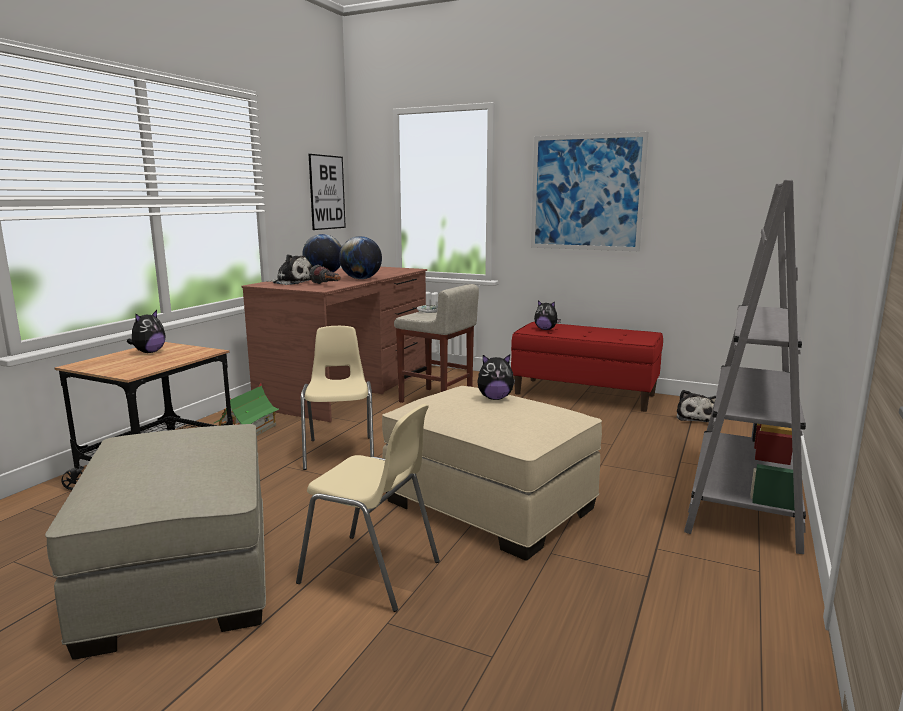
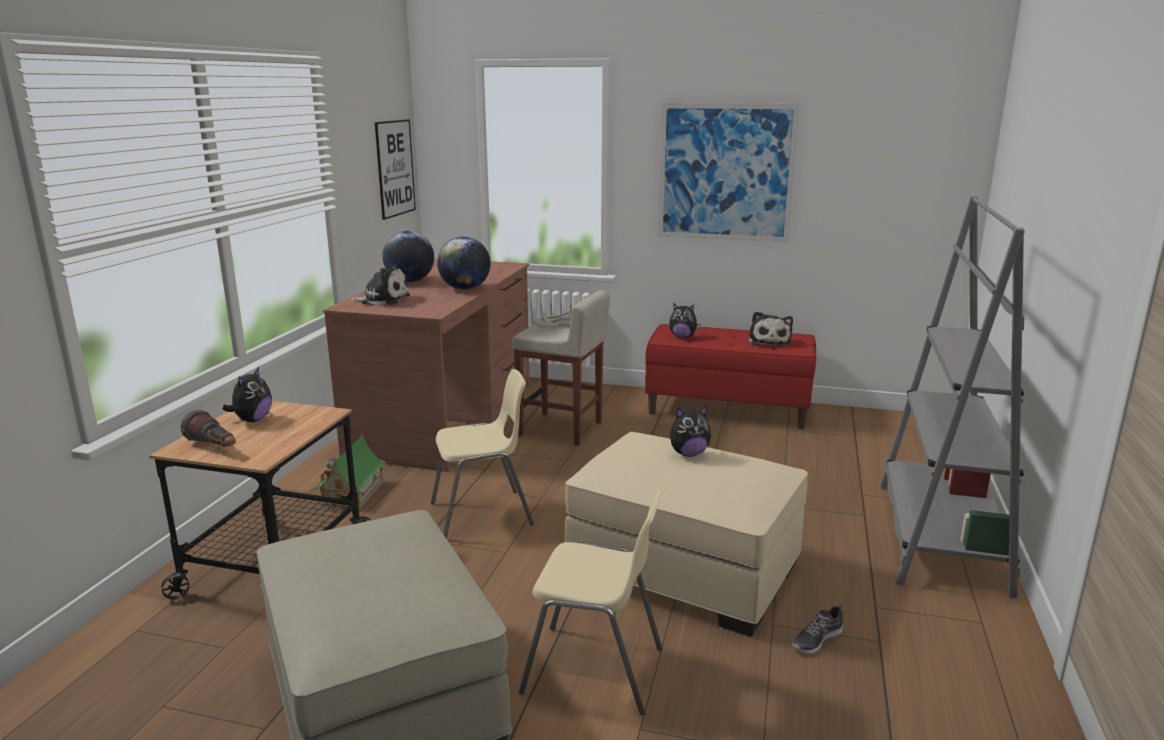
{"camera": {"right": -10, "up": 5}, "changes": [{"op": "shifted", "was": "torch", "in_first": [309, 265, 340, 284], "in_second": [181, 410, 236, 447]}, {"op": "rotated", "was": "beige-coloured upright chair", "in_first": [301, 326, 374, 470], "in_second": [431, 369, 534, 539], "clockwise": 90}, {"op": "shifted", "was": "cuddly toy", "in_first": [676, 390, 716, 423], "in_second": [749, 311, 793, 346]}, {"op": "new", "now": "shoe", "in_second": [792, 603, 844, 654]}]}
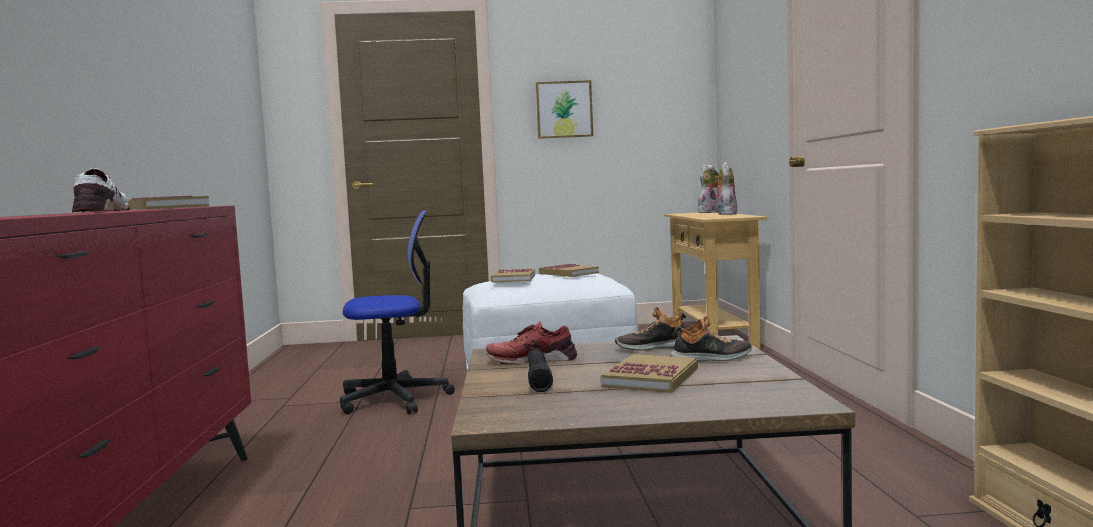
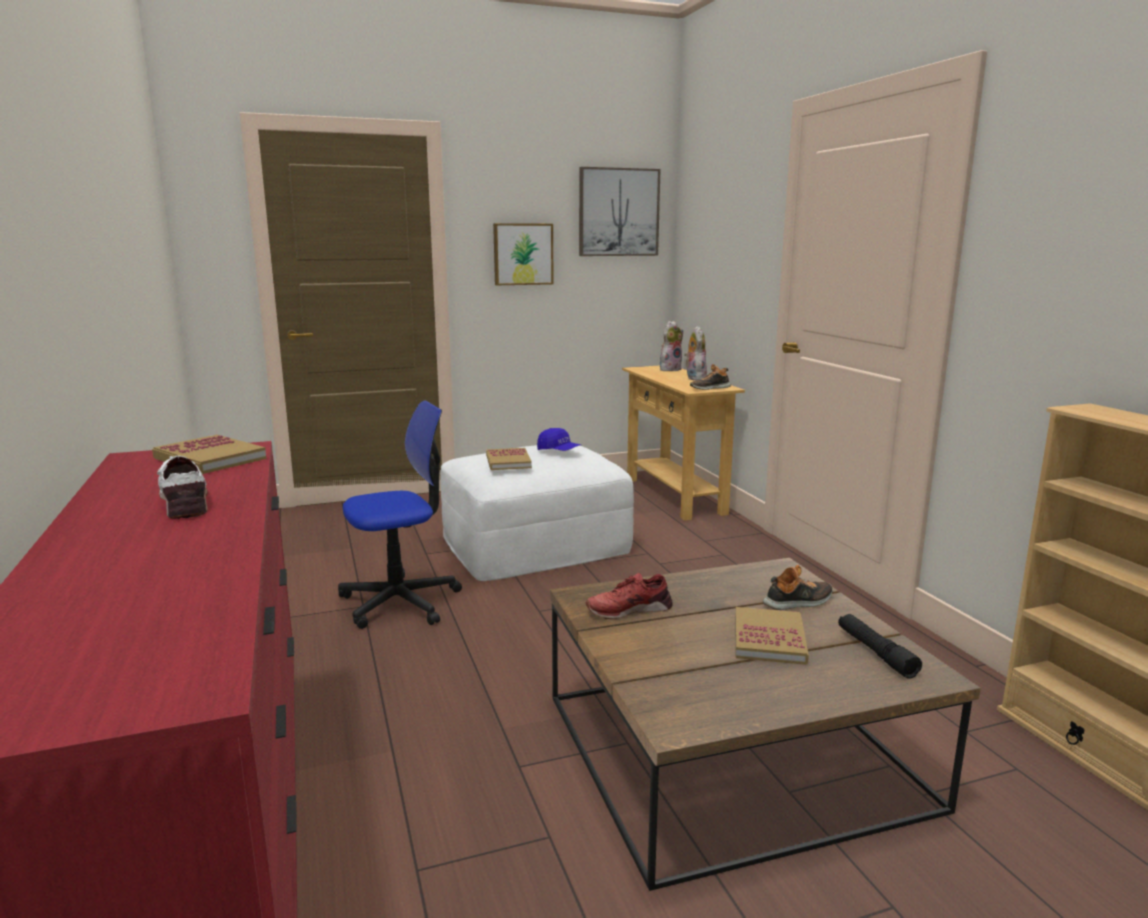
{"camera": {"right": -15, "up": 10}, "changes": [{"op": "swapped", "was": "bound book", "now": "blue baseball cap", "in_first": [539, 264, 599, 277], "in_second": [537, 428, 581, 451]}, {"op": "new", "now": "picture", "in_second": [579, 167, 661, 256]}, {"op": "shifted", "was": "shoe", "in_first": [615, 307, 686, 351], "in_second": [690, 364, 731, 390]}, {"op": "shifted", "was": "blackish torch", "in_first": [528, 349, 553, 392], "in_second": [838, 614, 922, 679]}]}
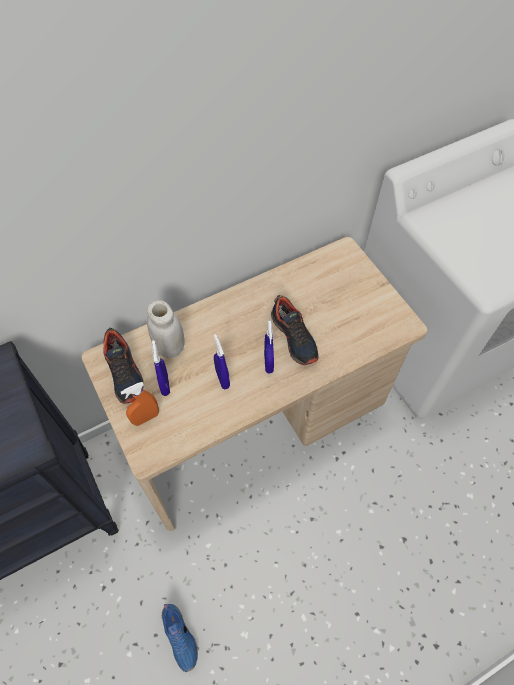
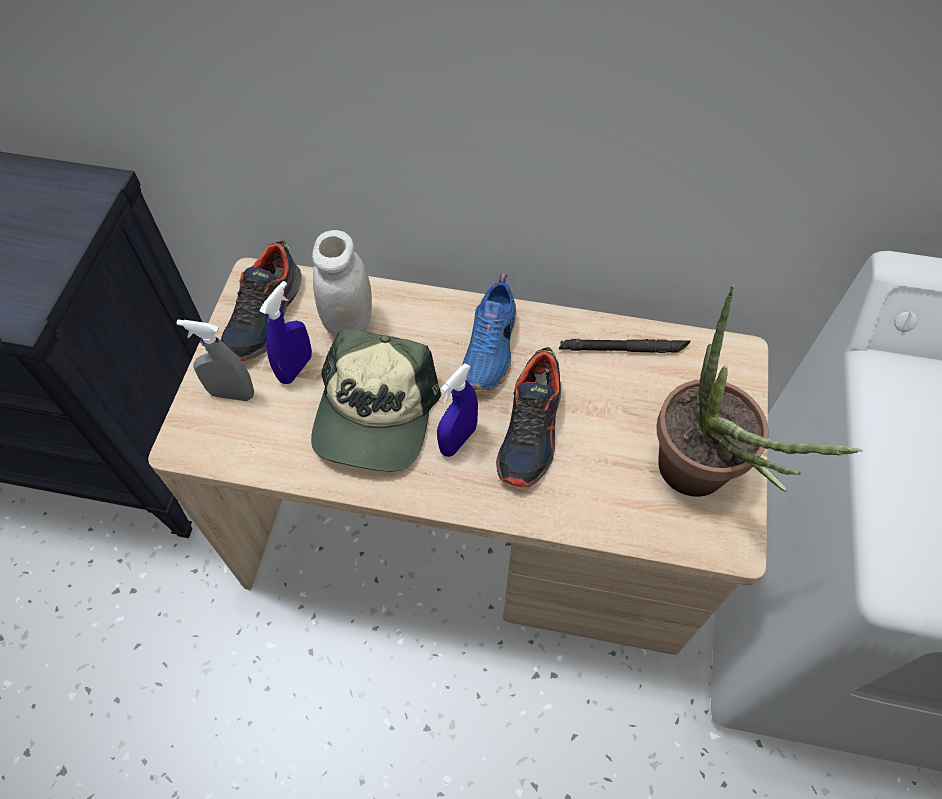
{"camera": {"right": 40, "up": 0}, "changes": [{"op": "repainted", "was": "orange spray bottle", "now": "greyish spray bottle", "in_first": [121, 382, 159, 426], "in_second": [177, 320, 254, 401]}, {"op": "swapped", "was": "blue spray bottle", "now": "baseball cap", "in_first": [214, 334, 230, 389], "in_second": [311, 329, 441, 472]}, {"op": "shifted", "was": "blue shoe", "in_first": [161, 604, 198, 672], "in_second": [462, 273, 516, 391]}, {"op": "new", "now": "blackish torch", "in_second": [559, 339, 690, 353]}, {"op": "new", "now": "potted plant", "in_second": [656, 285, 863, 497]}]}
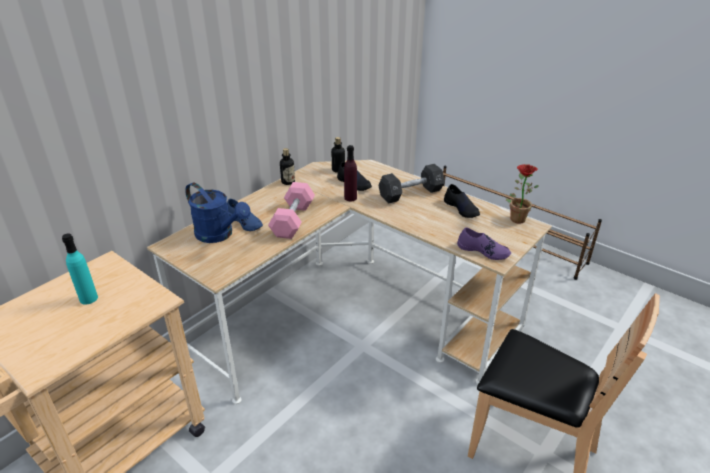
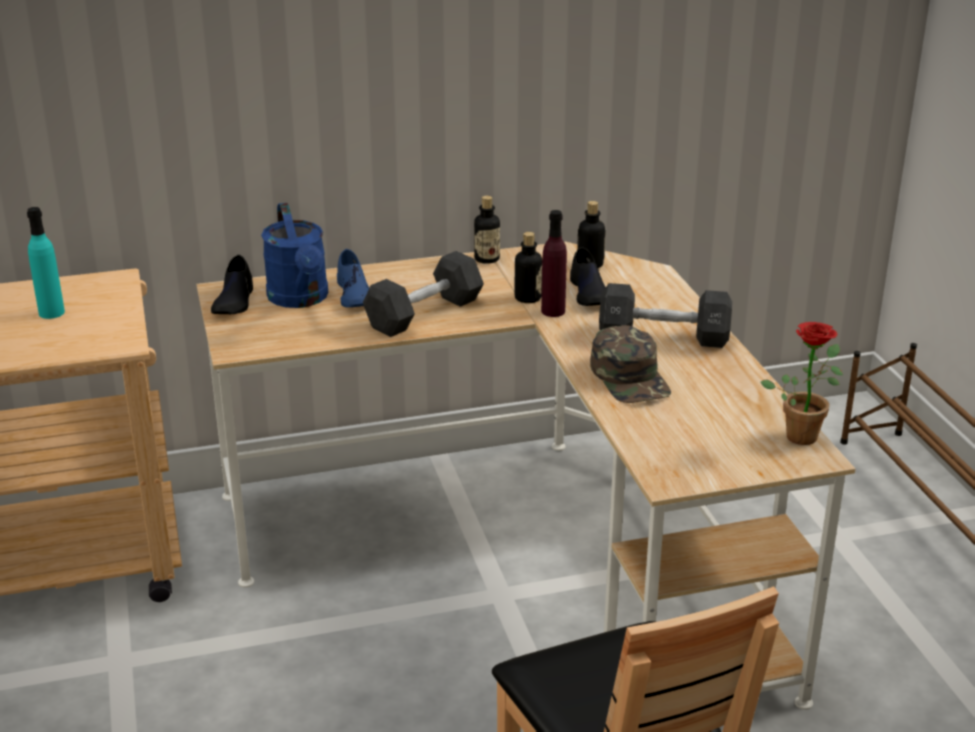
{"camera": {"right": 35, "up": -5}, "changes": [{"op": "shifted", "was": "blackish shoe", "in_first": [444, 184, 480, 218], "in_second": [211, 255, 253, 314]}, {"op": "repainted", "was": "pink-coloured hand weight", "now": "blackish hand weight", "in_first": [268, 182, 315, 239], "in_second": [363, 251, 484, 337]}, {"op": "new", "now": "drink bottle", "in_second": [514, 232, 542, 303]}, {"op": "new", "now": "greenish baseball cap", "in_second": [590, 325, 671, 403]}, {"op": "gone", "was": "purplish shoe", "in_first": [457, 227, 511, 260]}]}
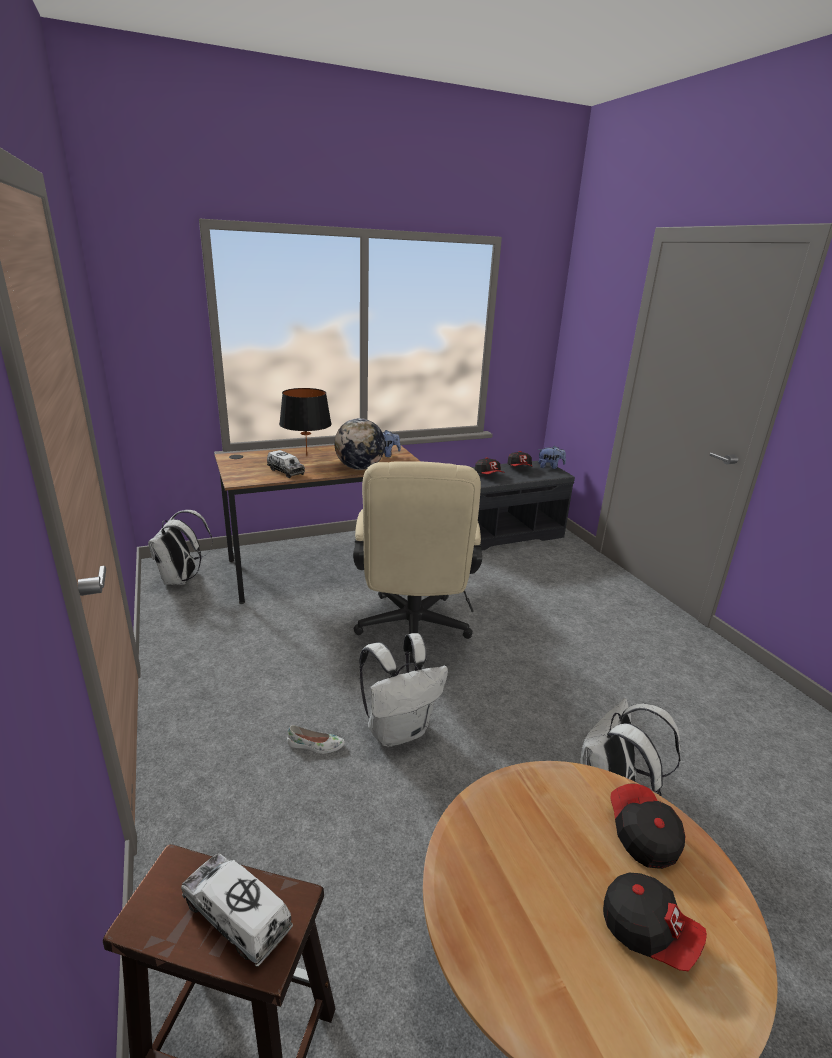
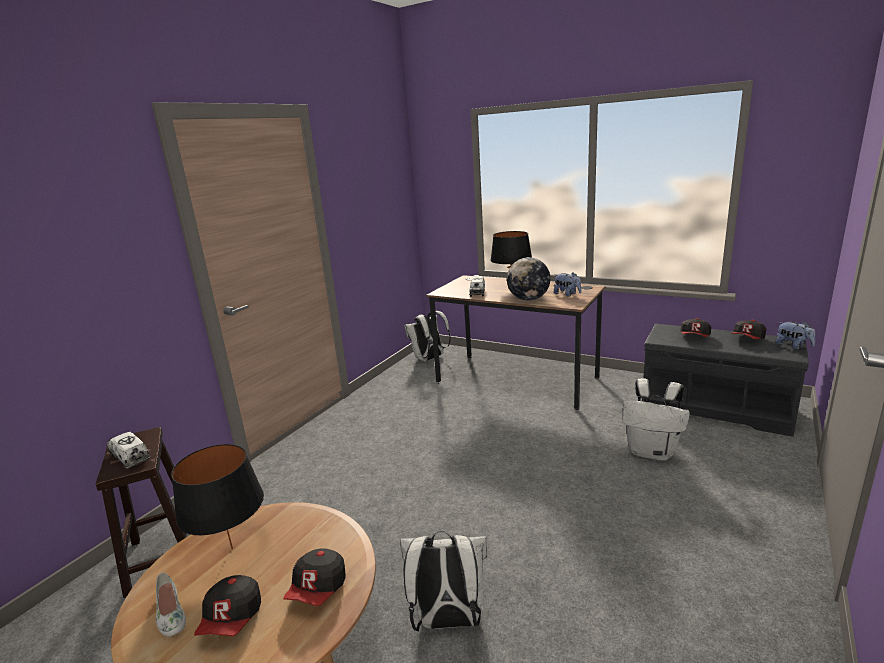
{"camera": {"right": 55, "up": -5}, "changes": [{"op": "rotated", "was": "toy lorry", "in_first": [181, 853, 293, 967], "in_second": [107, 432, 151, 469], "clockwise": -45}, {"op": "shifted", "was": "white shoe", "in_first": [287, 725, 345, 754], "in_second": [156, 572, 186, 637]}, {"op": "new", "now": "blackish lamp for a table", "in_second": [171, 444, 264, 550]}, {"op": "rotated", "was": "baseball cap", "in_first": [610, 783, 685, 869], "in_second": [283, 548, 346, 606], "clockwise": 150}, {"op": "shifted", "was": "white rucksack", "in_first": [359, 633, 448, 747], "in_second": [622, 378, 690, 461]}, {"op": "gone", "was": "beige-coloured office chair", "in_first": [353, 461, 482, 663]}]}
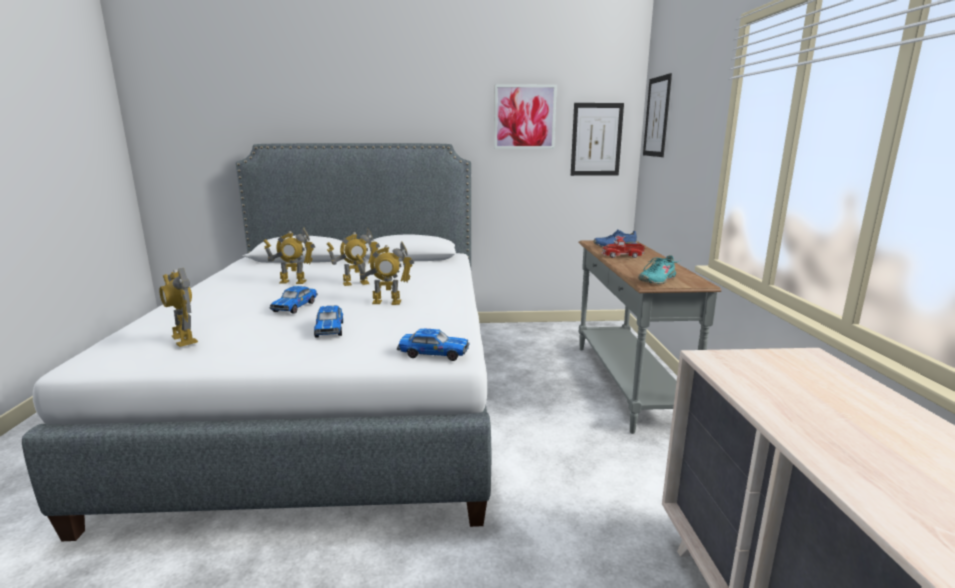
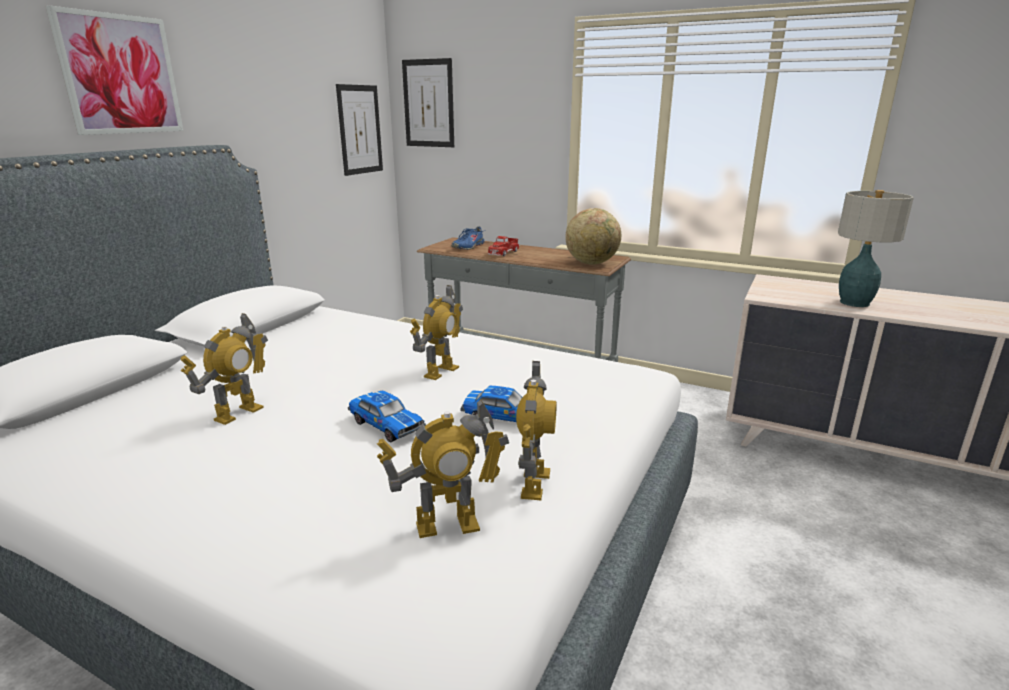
{"camera": {"right": -60, "up": 5}, "changes": [{"op": "shifted", "was": "picture", "in_first": [494, 84, 557, 149], "in_second": [46, 5, 184, 135]}, {"op": "shifted", "was": "robot figure", "in_first": [327, 229, 380, 286], "in_second": [516, 361, 557, 500]}, {"op": "swapped", "was": "turquoise shoe", "now": "globe", "in_first": [638, 255, 679, 284], "in_second": [565, 208, 621, 265]}, {"op": "new", "now": "lamp for a table", "in_second": [838, 190, 914, 307]}, {"op": "gone", "was": "model car", "in_first": [397, 329, 469, 361]}]}
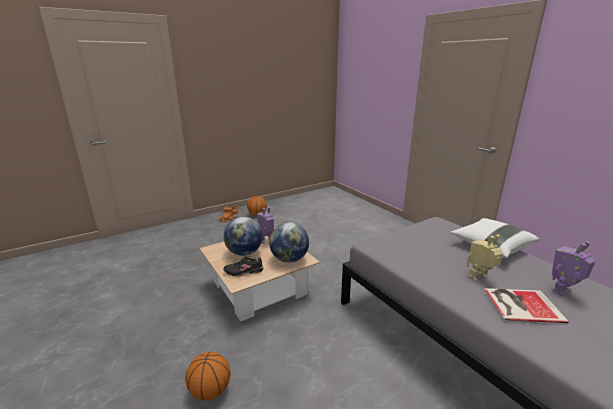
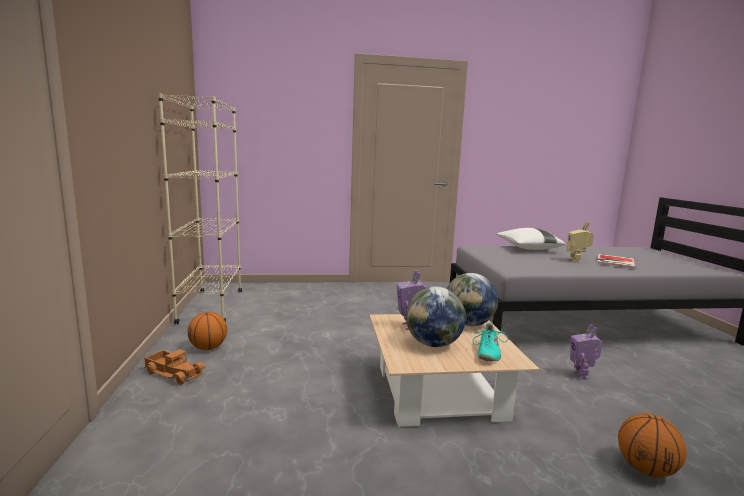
{"camera": {"right": -65, "up": -10}, "changes": [{"op": "new", "now": "beige-coloured bookshelf", "in_second": [158, 93, 242, 324]}, {"op": "repainted", "was": "blackish shoe", "now": "turquoise shoe", "in_first": [223, 256, 263, 277], "in_second": [470, 323, 508, 361]}, {"op": "shifted", "was": "robot figure", "in_first": [552, 241, 596, 296], "in_second": [570, 324, 603, 379]}]}
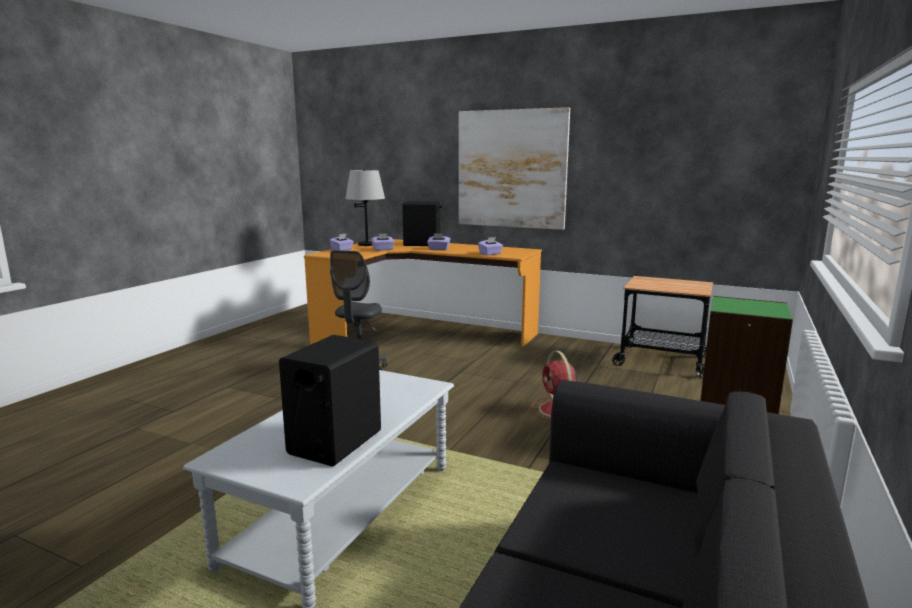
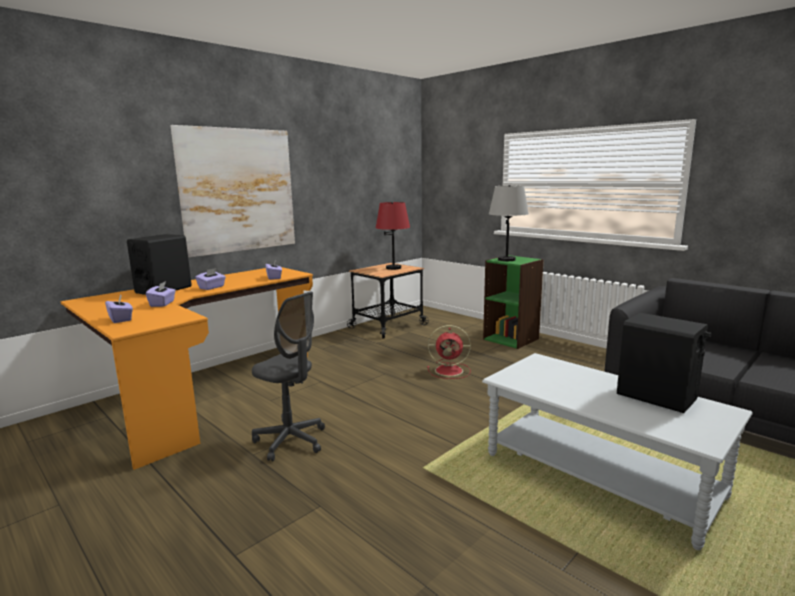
{"camera": {"right": -70, "up": 0}, "changes": [{"op": "new", "now": "reddish lamp for a table", "in_second": [376, 202, 410, 270]}, {"op": "shifted", "was": "greyish lamp for a table", "in_first": [345, 169, 385, 246], "in_second": [489, 185, 529, 261]}]}
